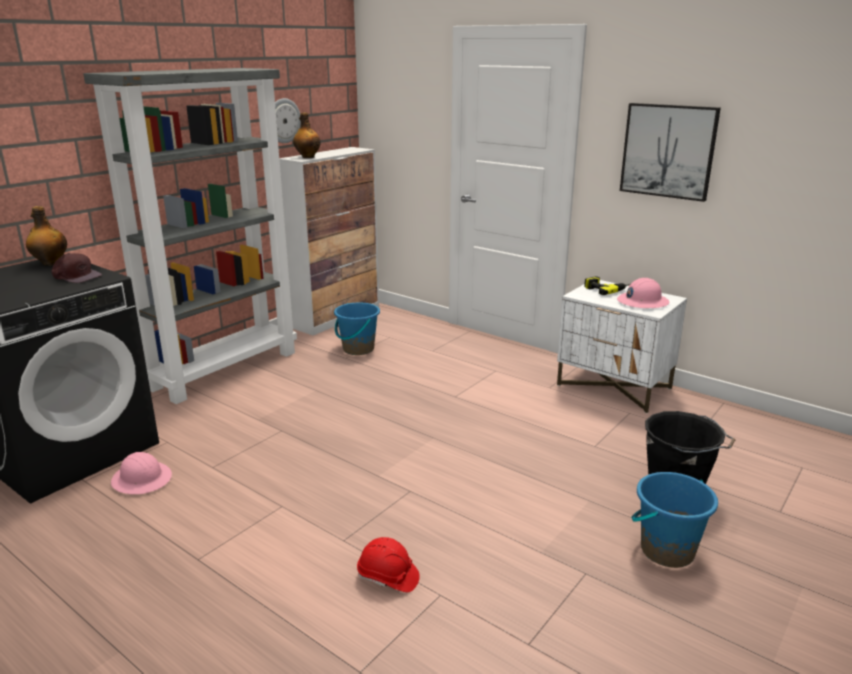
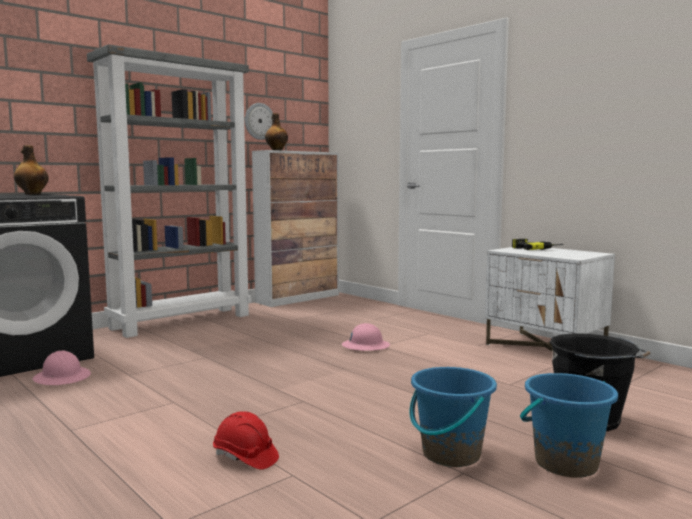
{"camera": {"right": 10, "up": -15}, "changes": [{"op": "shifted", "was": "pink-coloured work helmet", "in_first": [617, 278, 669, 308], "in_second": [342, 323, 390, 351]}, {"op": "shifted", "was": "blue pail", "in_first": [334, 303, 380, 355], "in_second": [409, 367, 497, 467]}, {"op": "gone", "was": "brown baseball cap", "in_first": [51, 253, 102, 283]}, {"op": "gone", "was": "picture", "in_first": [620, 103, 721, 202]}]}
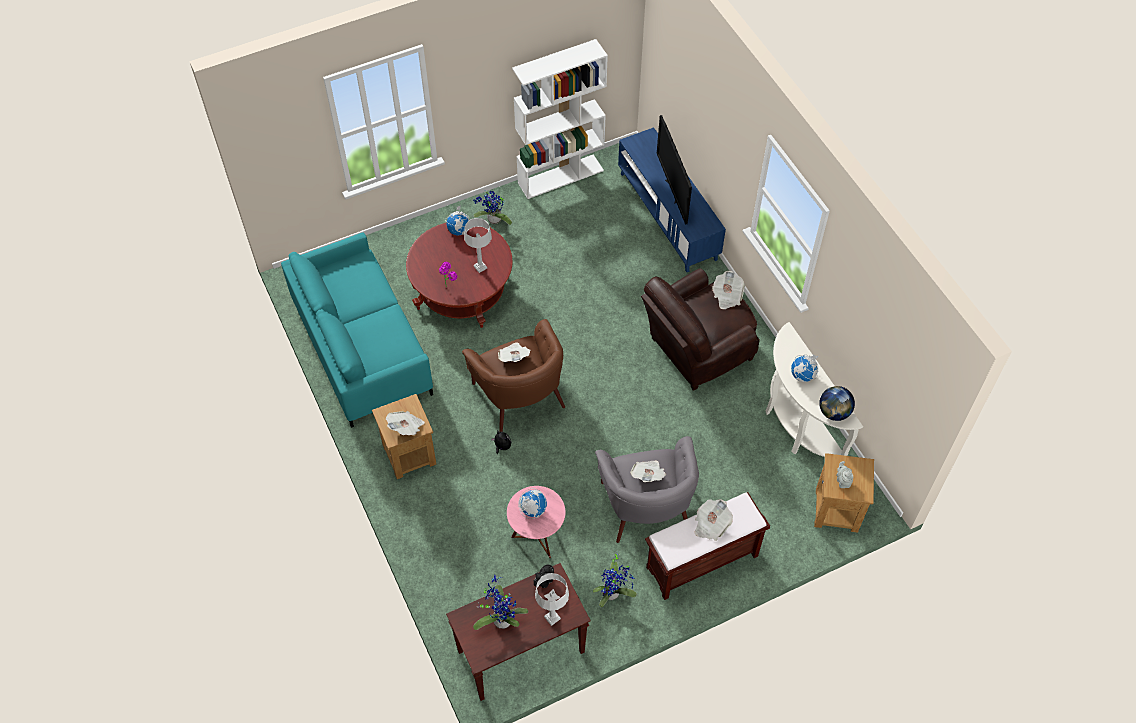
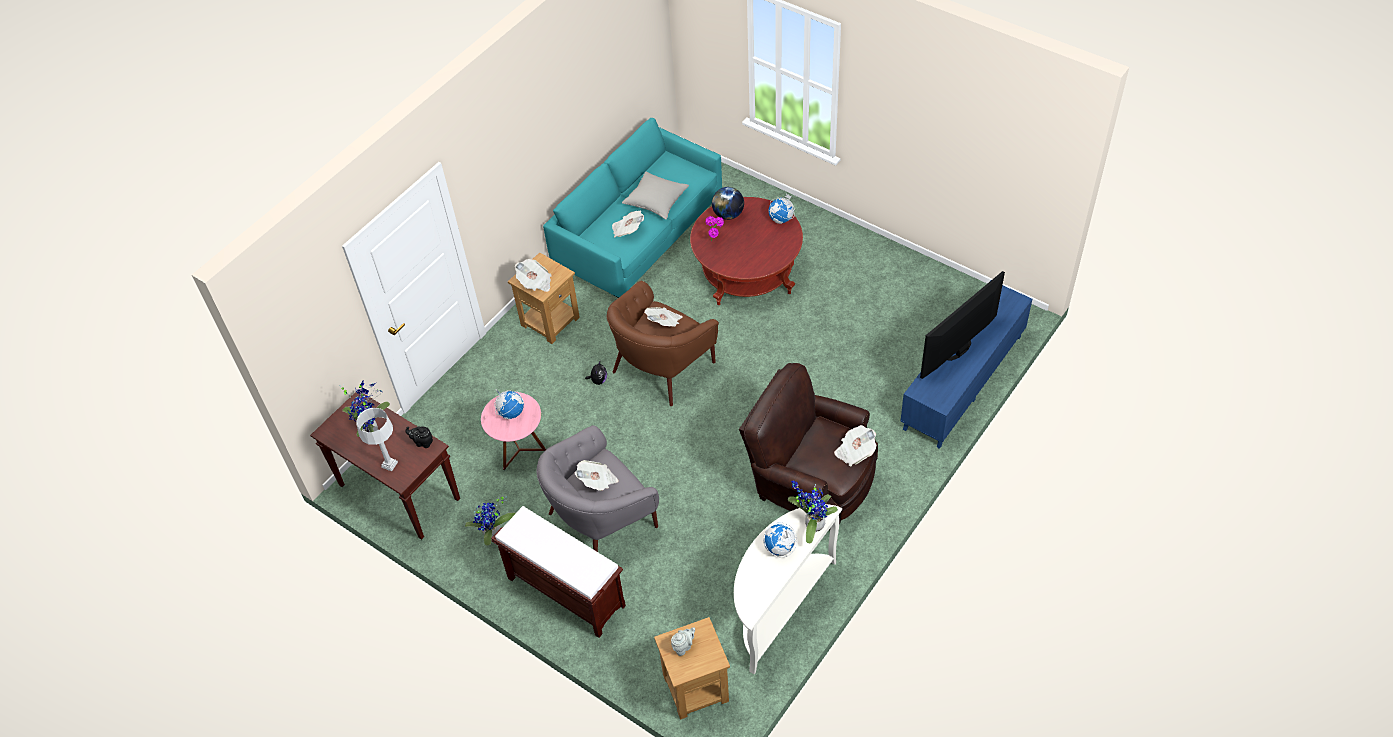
{"camera": {"right": 65, "up": -5}, "changes": [{"op": "shifted", "was": "newspaper", "in_first": [695, 499, 733, 541], "in_second": [612, 211, 644, 238]}, {"op": "new", "now": "greyish pillow", "in_second": [622, 171, 689, 219]}, {"op": "shifted", "was": "globe", "in_first": [819, 386, 855, 421], "in_second": [712, 187, 744, 220]}, {"op": "shifted", "was": "potted plant", "in_first": [473, 190, 512, 225], "in_second": [788, 481, 838, 543]}, {"op": "gone", "was": "greyish lamp for a table", "in_first": [464, 218, 492, 273]}, {"op": "gone", "was": "white bookshelf", "in_first": [512, 39, 608, 199]}]}
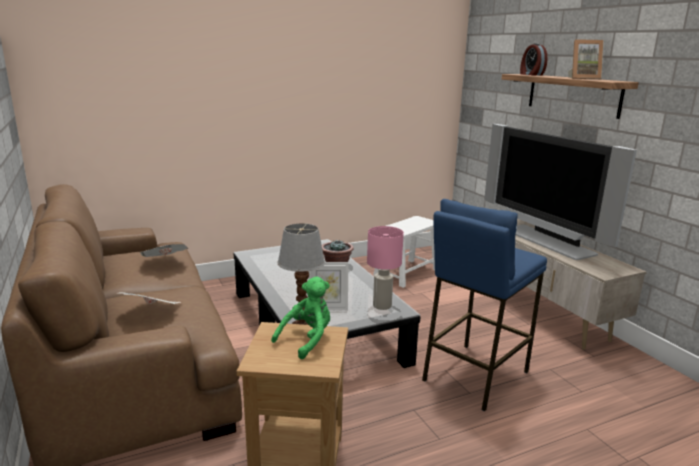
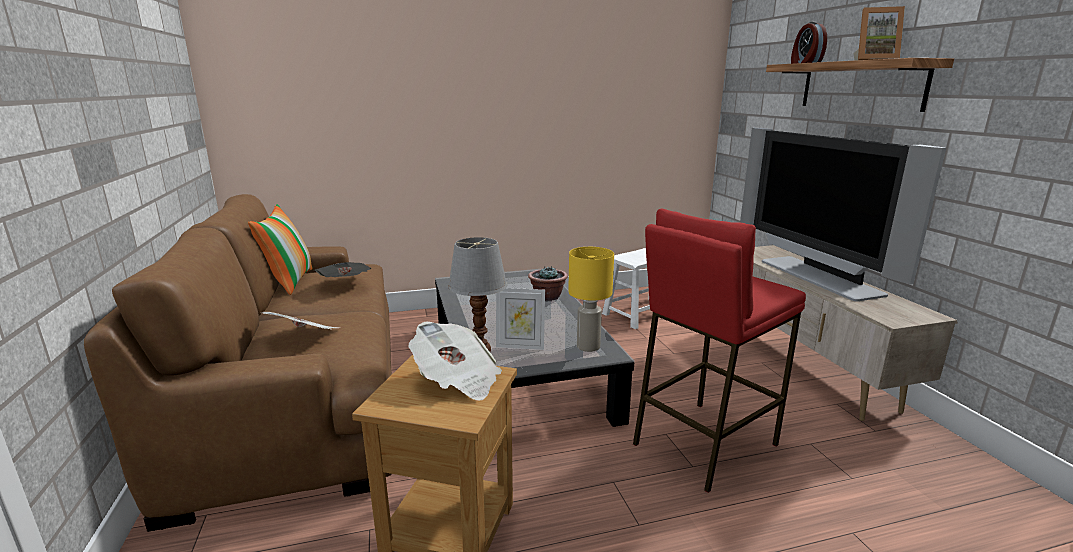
{"camera": {"right": 10, "up": 0}, "changes": [{"op": "new", "now": "pillow", "in_second": [248, 204, 313, 295]}, {"op": "swapped", "was": "greenish cuddly toy", "now": "newspaper", "in_first": [271, 276, 330, 359], "in_second": [409, 321, 502, 401]}, {"op": "repainted", "was": "pink-coloured lamp for a table", "now": "yellow lamp for a table", "in_first": [367, 226, 404, 310], "in_second": [568, 247, 614, 352]}, {"op": "repainted", "was": "blue sitting stool", "now": "reddish sitting stool", "in_first": [422, 199, 547, 411], "in_second": [633, 209, 806, 493]}]}
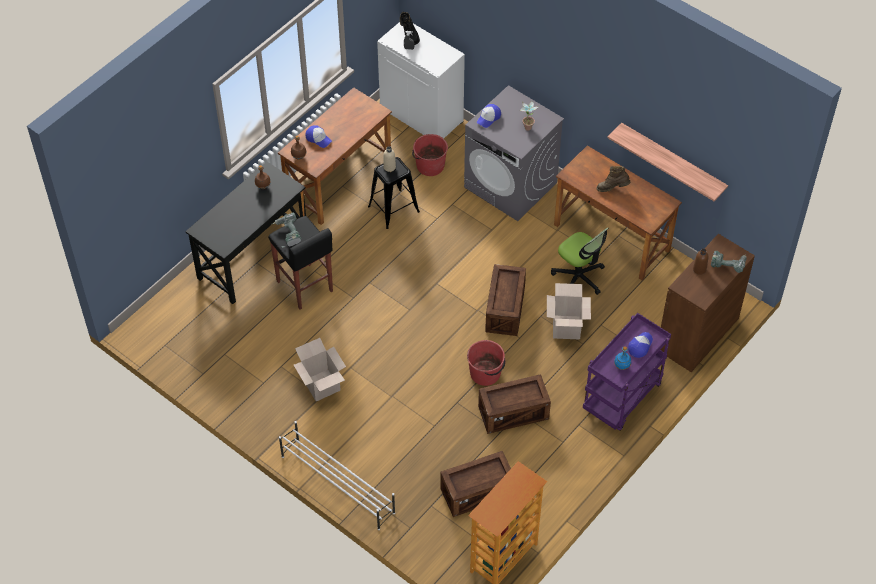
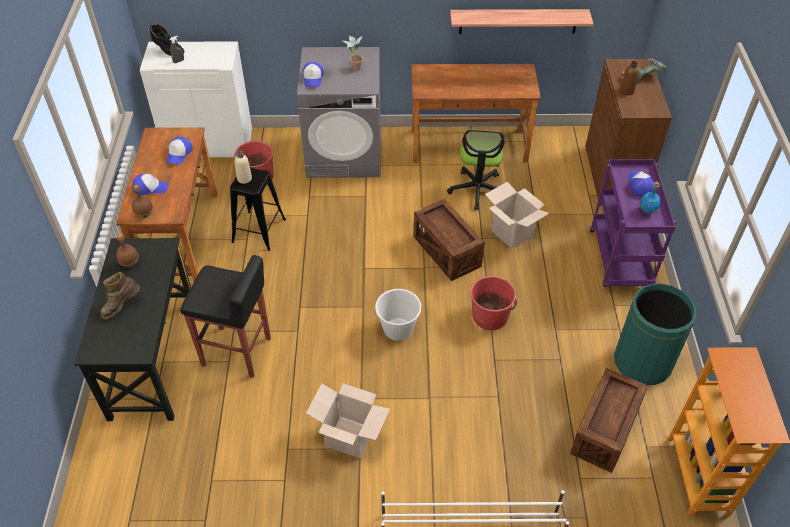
{"camera": {"right": -40, "up": -5}, "changes": [{"op": "shifted", "was": "brown boot", "in_first": [597, 166, 630, 192], "in_second": [100, 272, 140, 320]}, {"op": "new", "now": "baseball cap", "in_second": [166, 137, 193, 165]}, {"op": "new", "now": "white pail", "in_second": [374, 289, 422, 341]}, {"op": "rotated", "was": "office chair", "in_first": [551, 228, 608, 295], "in_second": [447, 130, 505, 210], "clockwise": 90}, {"op": "new", "now": "greenish waste bin", "in_second": [614, 284, 697, 385]}, {"op": "gone", "was": "electric drill", "in_first": [272, 213, 301, 248]}, {"op": "gone", "was": "packing crate", "in_first": [478, 374, 551, 434]}]}
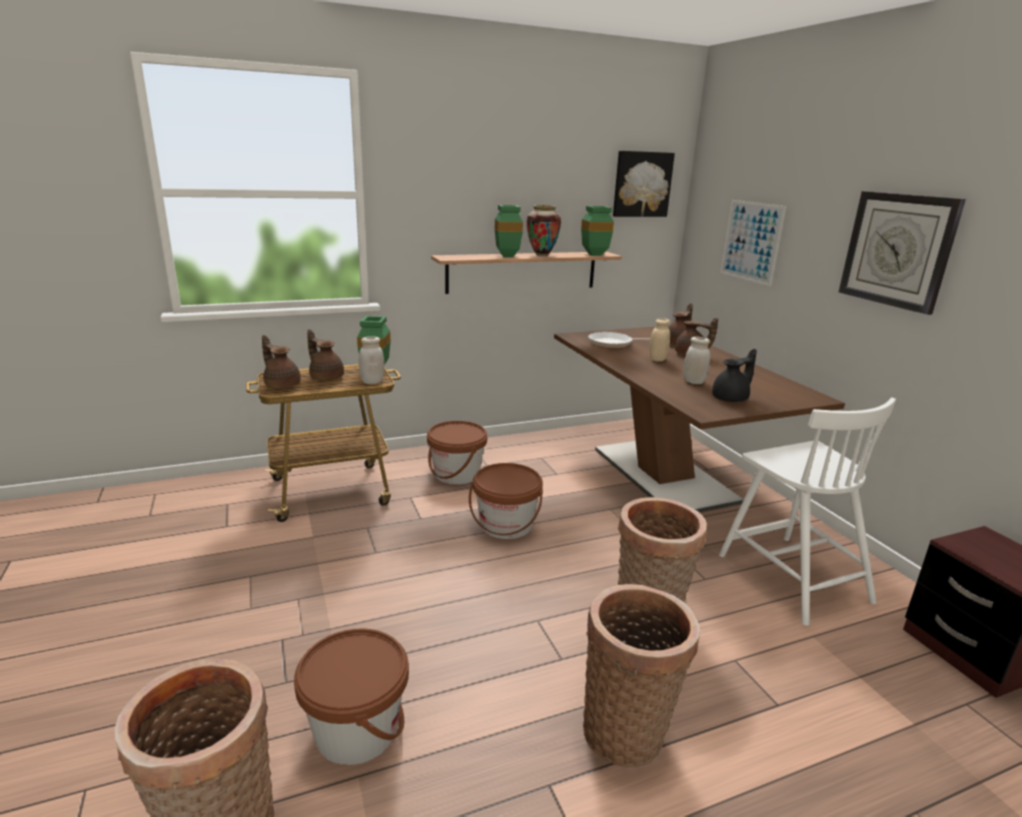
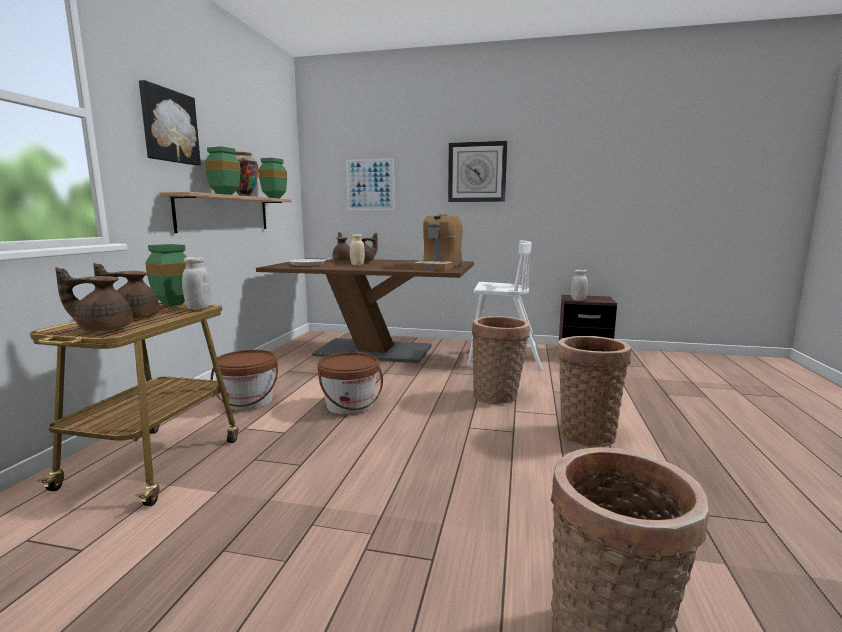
{"camera": {"right": -55, "up": -10}, "changes": [{"op": "shifted", "was": "picture", "in_first": [613, 151, 675, 217], "in_second": [139, 80, 201, 165]}, {"op": "swapped", "was": "blackish tea pot", "now": "coffee machine", "in_first": [712, 349, 757, 402], "in_second": [413, 214, 463, 271]}, {"op": "shifted", "was": "white storage jar", "in_first": [683, 337, 710, 384], "in_second": [571, 269, 588, 301]}, {"op": "gone", "was": "brown pail", "in_first": [294, 628, 409, 765]}]}
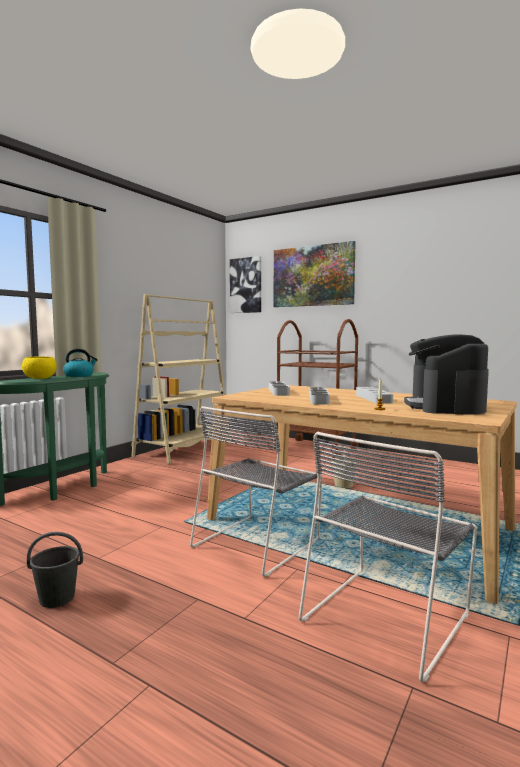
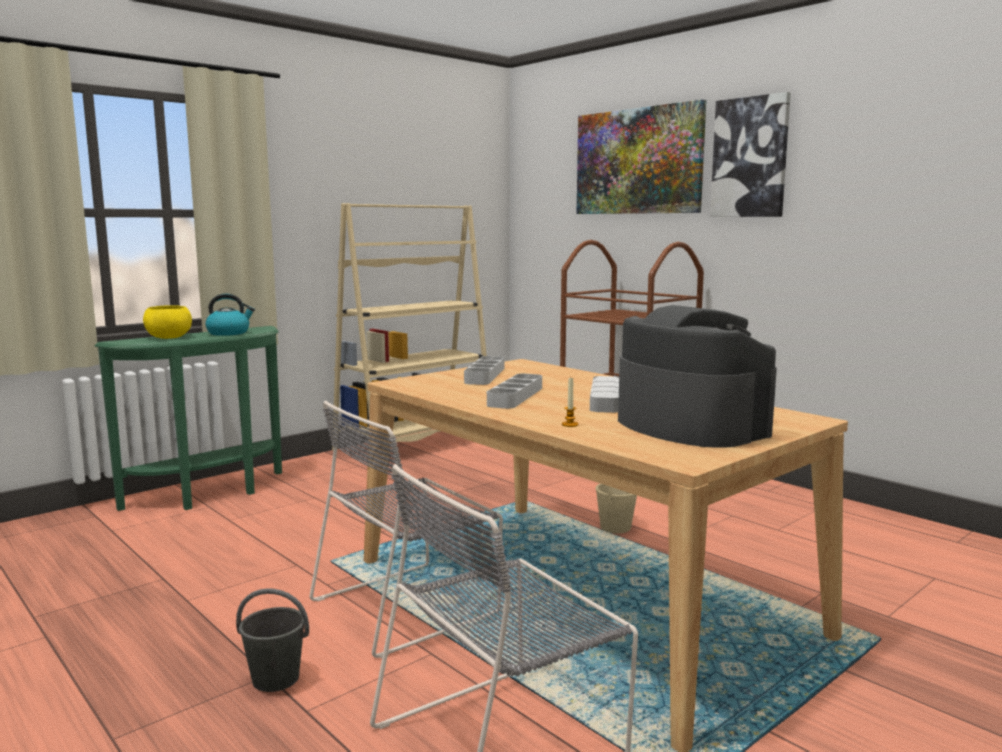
{"camera": {"right": 15, "up": 5}, "changes": [{"op": "shifted", "was": "greyish pail", "in_first": [27, 532, 83, 608], "in_second": [236, 588, 309, 692]}, {"op": "rotated", "was": "coffee machine", "in_first": [404, 334, 489, 415], "in_second": [618, 305, 777, 448], "clockwise": 120}, {"op": "shifted", "was": "picture", "in_first": [230, 256, 261, 313], "in_second": [710, 92, 791, 217]}]}
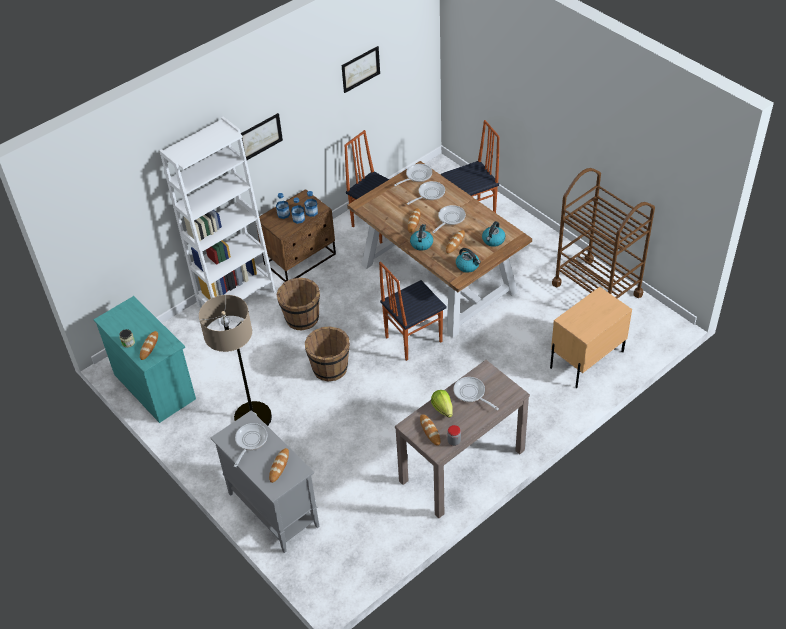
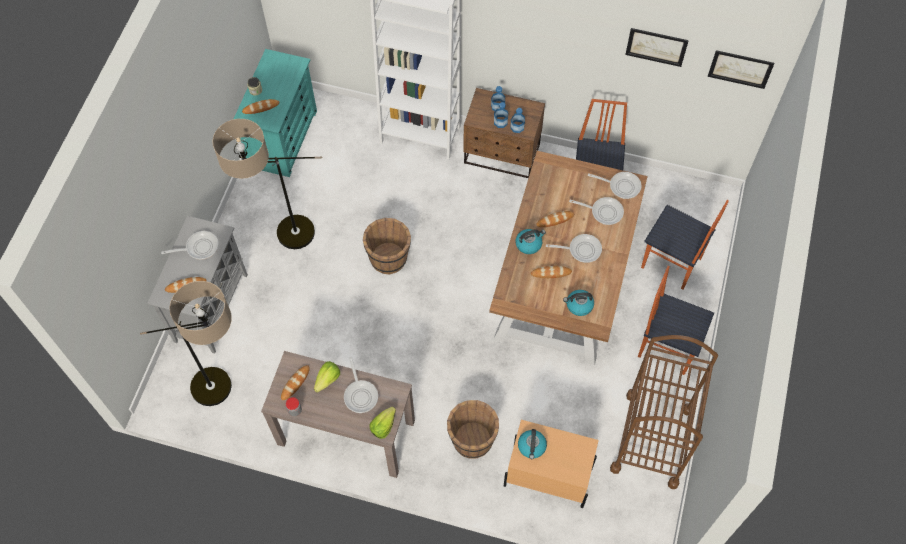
{"camera": {"right": 55, "up": 15}, "changes": [{"op": "new", "now": "floor lamp", "in_second": [140, 281, 232, 406]}, {"op": "rotated", "was": "pan", "in_first": [453, 377, 499, 410], "in_second": [344, 357, 378, 413], "clockwise": 150}, {"op": "new", "now": "lettuce", "in_second": [369, 407, 396, 439]}, {"op": "shifted", "was": "brown pail", "in_first": [276, 277, 320, 331], "in_second": [447, 400, 499, 459]}, {"op": "shifted", "was": "water kettle", "in_first": [456, 248, 481, 273], "in_second": [518, 429, 547, 459]}, {"op": "shifted", "was": "upright chair", "in_first": [379, 262, 447, 361], "in_second": [638, 266, 714, 375]}, {"op": "shifted", "was": "picture", "in_first": [241, 113, 283, 160], "in_second": [708, 50, 774, 89]}]}
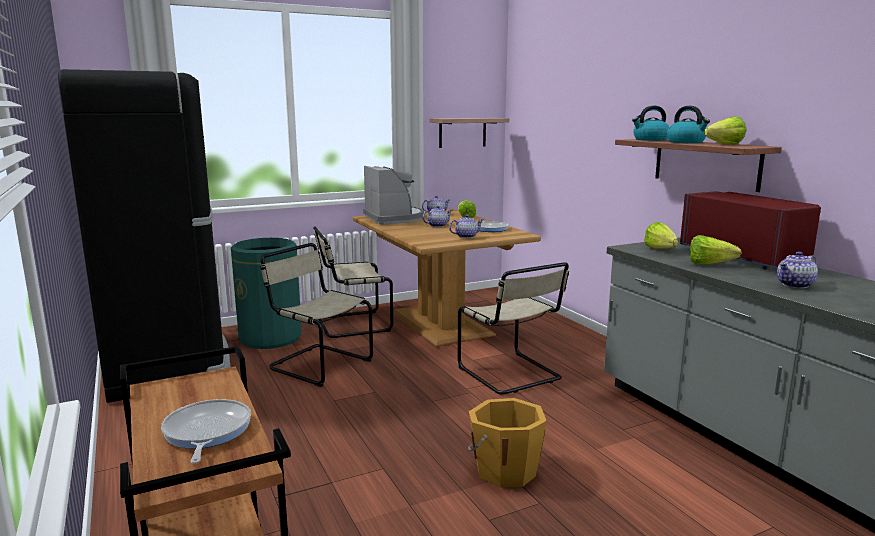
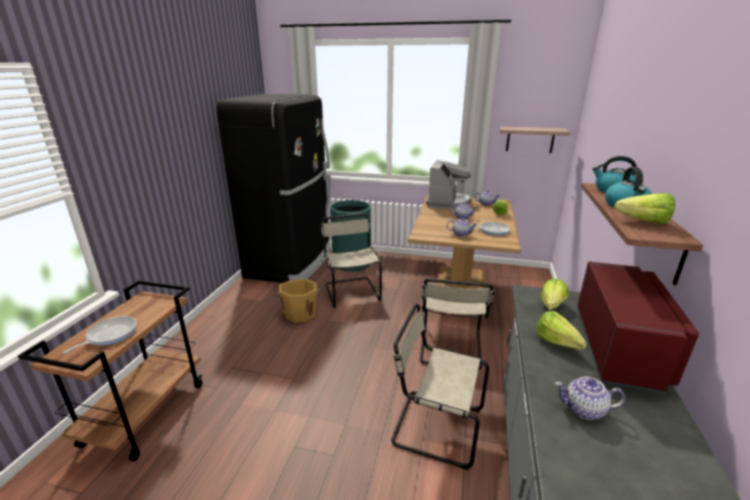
{"camera": {"right": 40, "up": 10}, "changes": [{"op": "shifted", "was": "orange pail", "in_first": [468, 398, 546, 487], "in_second": [275, 279, 321, 323]}, {"op": "shifted", "was": "beige-coloured upright chair", "in_first": [313, 226, 393, 338], "in_second": [391, 304, 489, 470]}]}
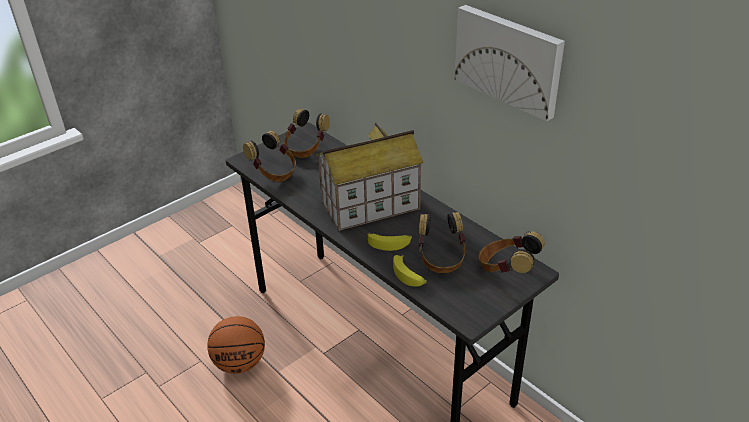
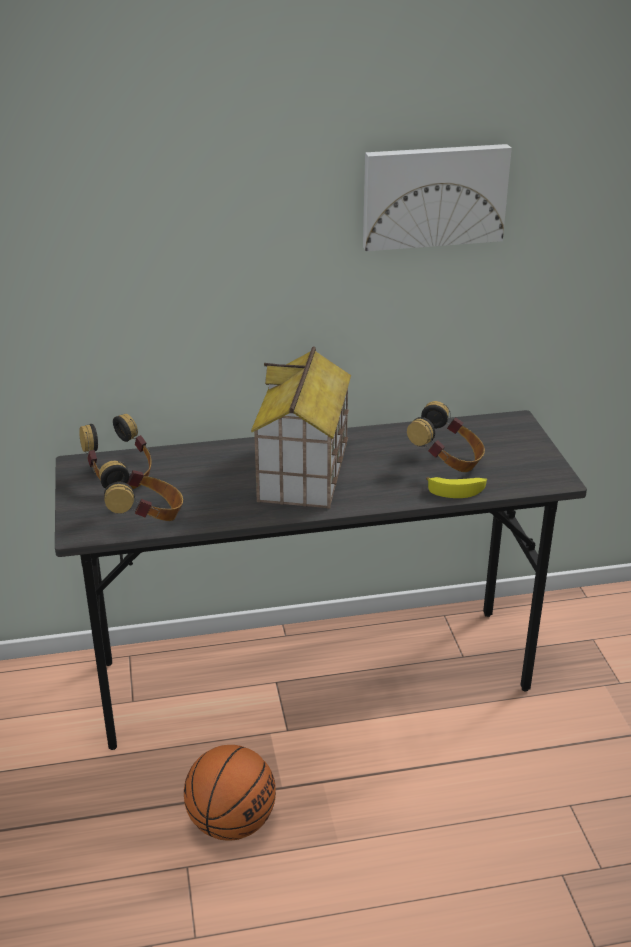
{"camera": {"right": -60, "up": -5}, "changes": [{"op": "gone", "was": "banana fruit", "in_first": [367, 233, 412, 251]}, {"op": "gone", "was": "headphones", "in_first": [479, 231, 545, 273]}]}
